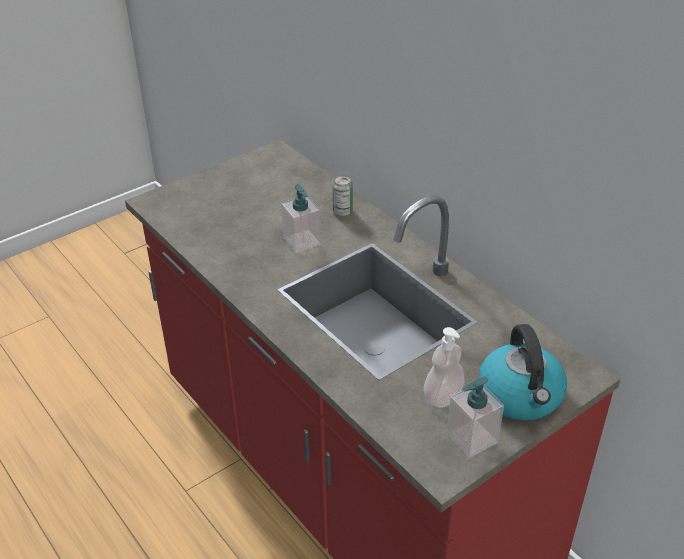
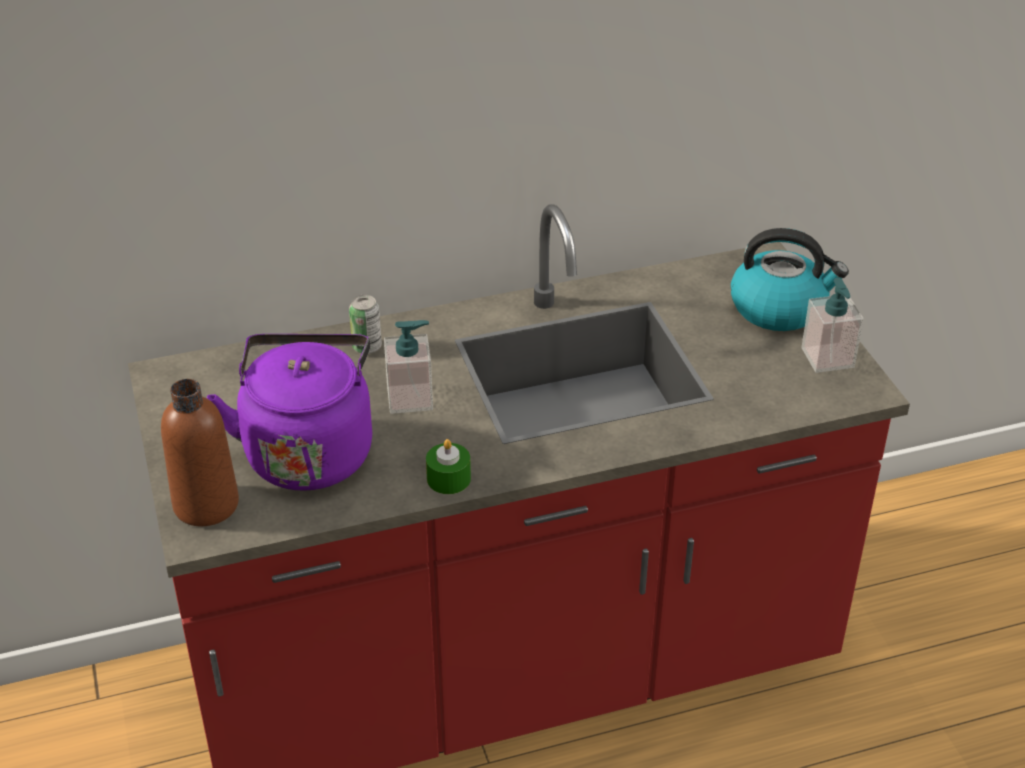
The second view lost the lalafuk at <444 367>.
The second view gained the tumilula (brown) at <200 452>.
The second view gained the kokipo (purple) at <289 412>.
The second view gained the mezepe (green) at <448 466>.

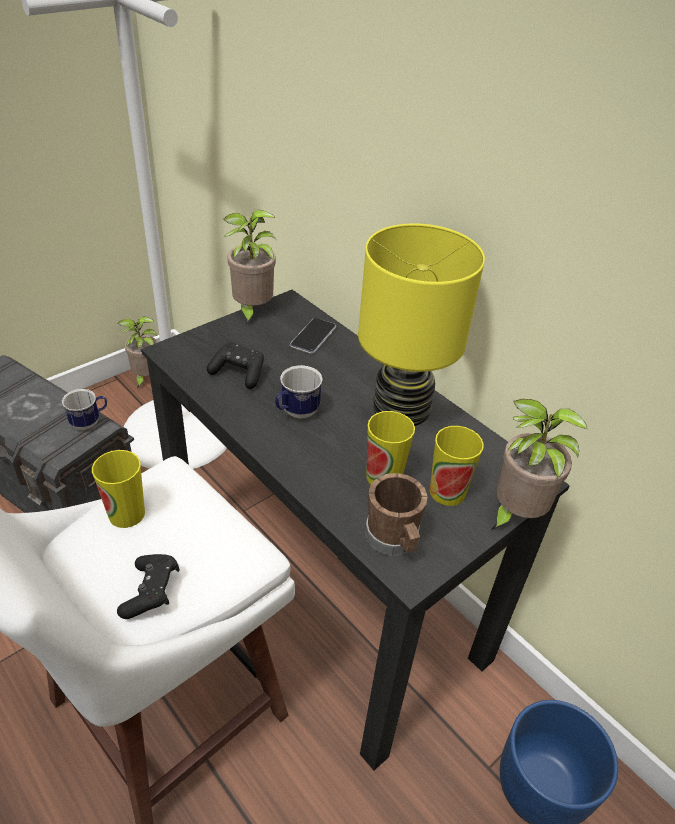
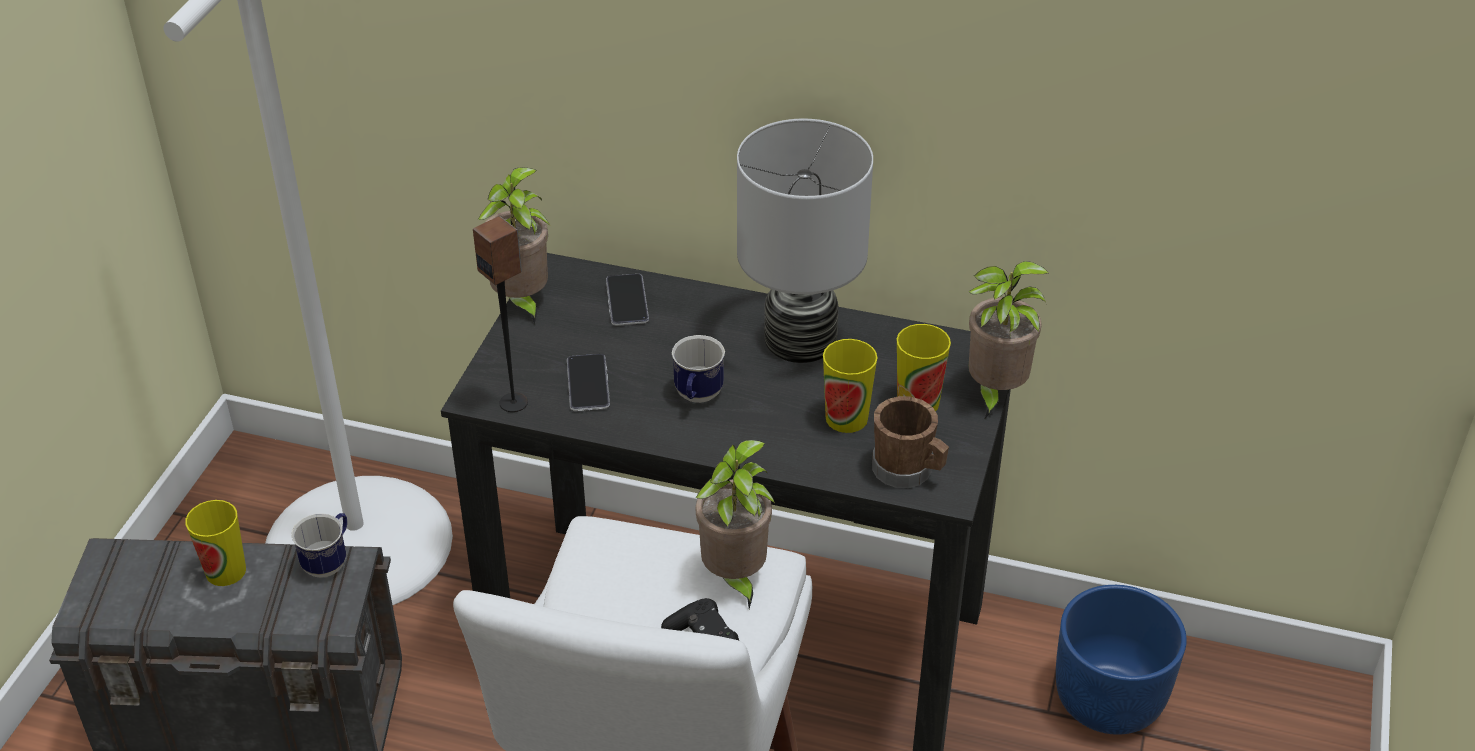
The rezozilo ended up elsewhere, having gone from <118 489> to <215 543>.
The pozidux ended up elsewhere, having gone from <137 353> to <735 524>.
Where the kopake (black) stood at <235 365>, the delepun came to stand at <588 382>.
What was the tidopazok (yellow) at <421 324> turned into the tidopazok (grey) at <805 241>.
The second view gained the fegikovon at <500 314>.

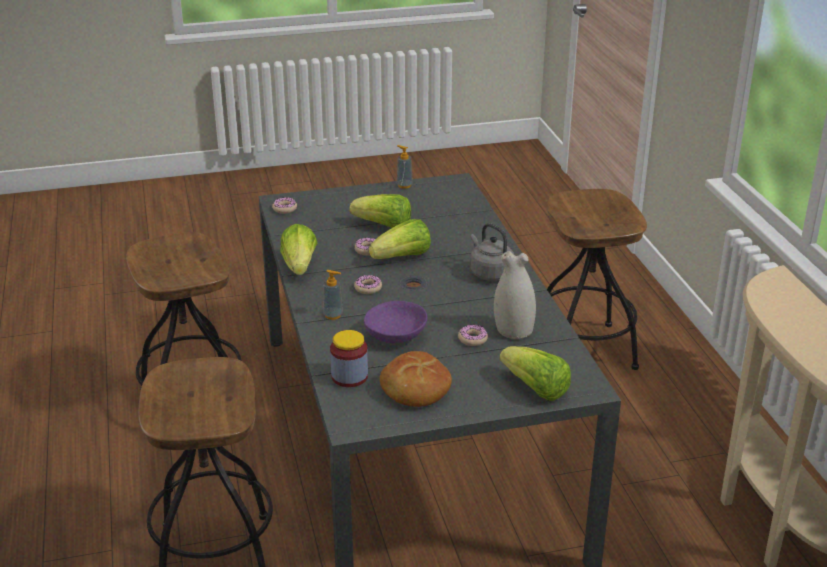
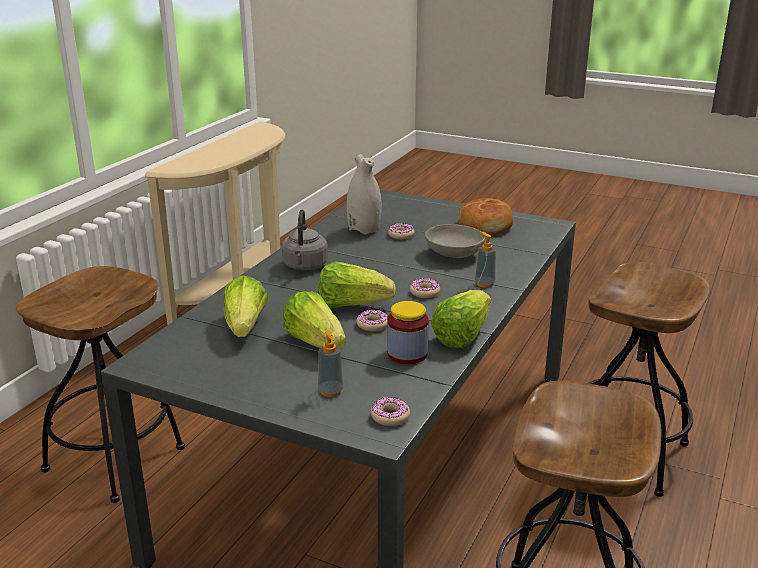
The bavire ended up elsewhere, having gone from <349 358> to <408 332>.
What was the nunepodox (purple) at <395 322> turned into the nunepodox (grey) at <455 241>.
The lalafuk ended up elsewhere, having gone from <405 167> to <331 363>.
The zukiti ended up elsewhere, having gone from <535 373> to <245 306>.

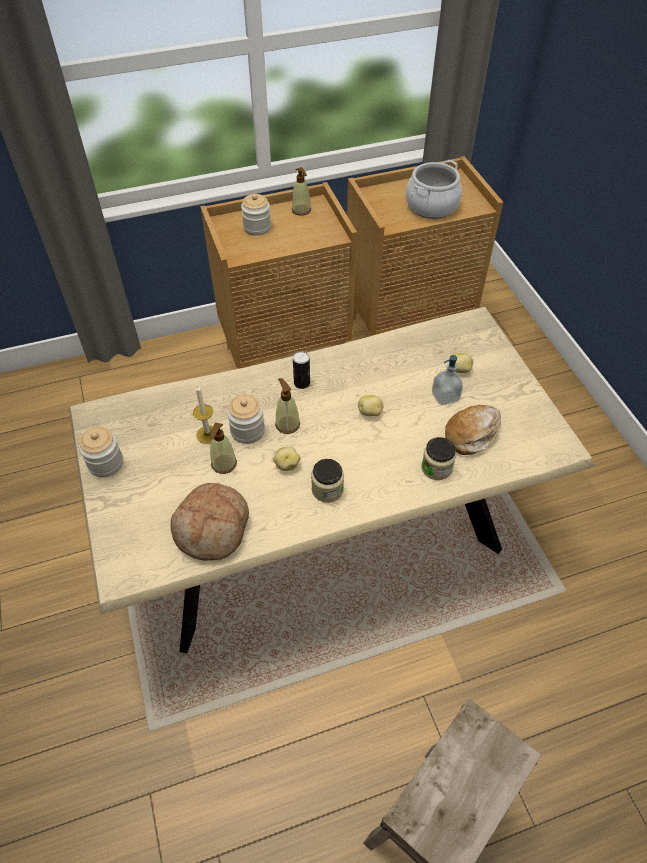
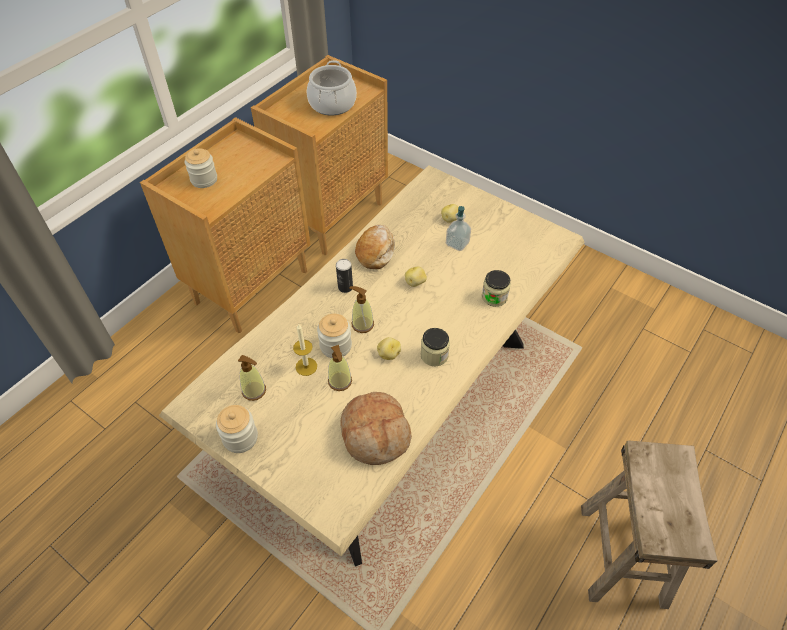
The lalafuk ended up elsewhere, having gone from <301 191> to <252 378>.
The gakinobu ended up elsewhere, having gone from <473 430> to <375 247>.

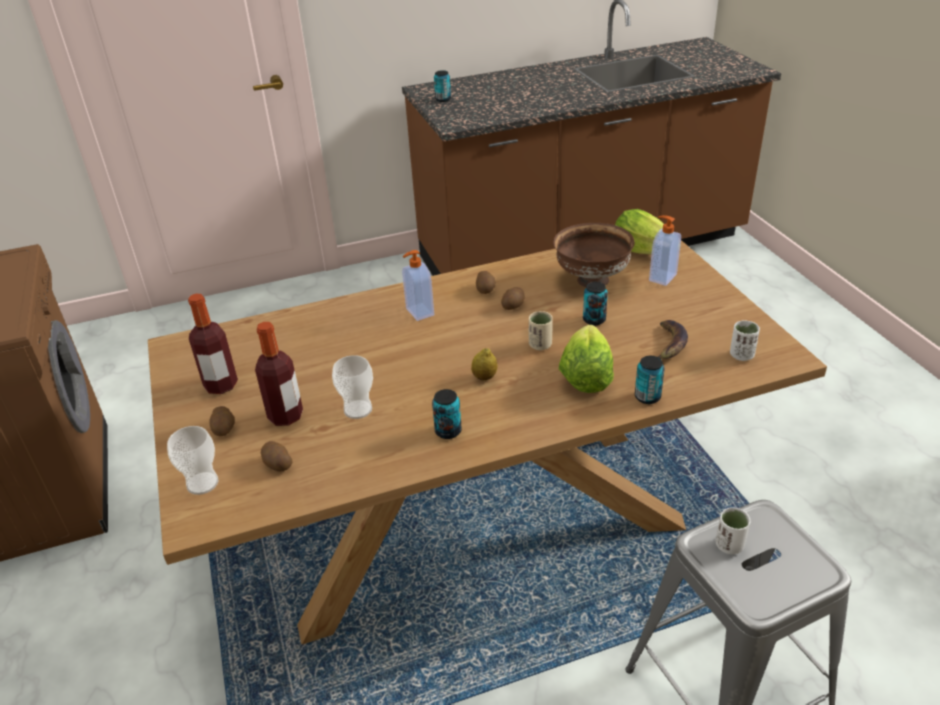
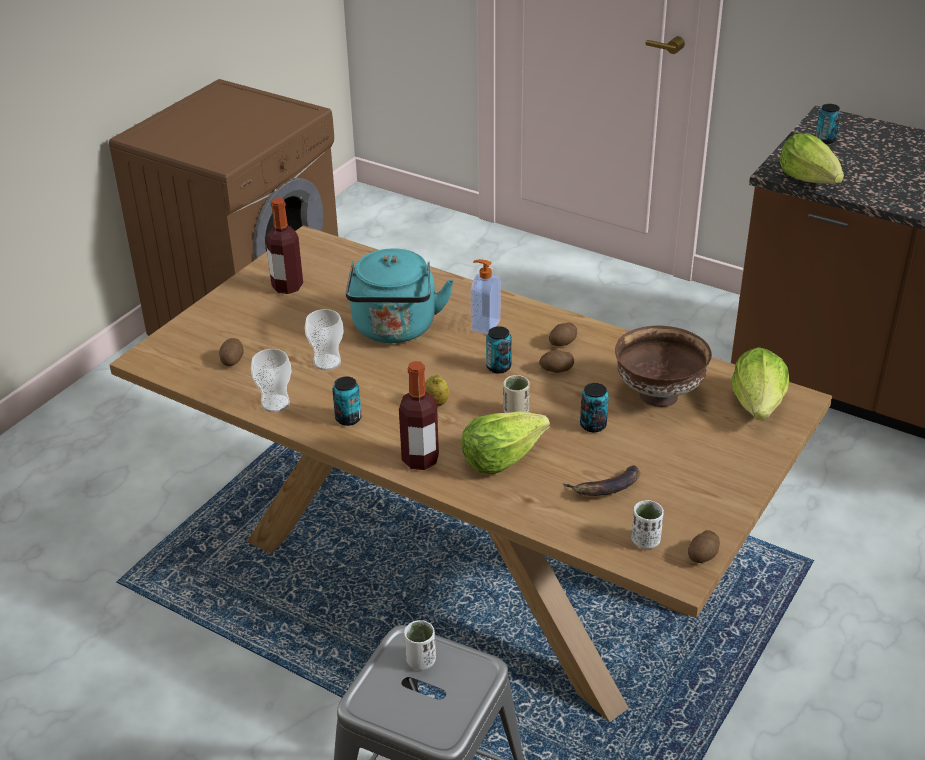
The rezozilo ended up elsewhere, having gone from <192 460> to <271 380>.
The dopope ended up elsewhere, having gone from <222 421> to <704 546>.
The tumilula ended up elsewhere, having gone from <279 374> to <419 415>.
The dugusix ended up elsewhere, having gone from <650 380> to <499 349>.
The second view lost the lalafuk at <665 250>.
The second view gained the kokipo (turquoise) at <400 295>.
The second view gained the zukiti at <811 159>.

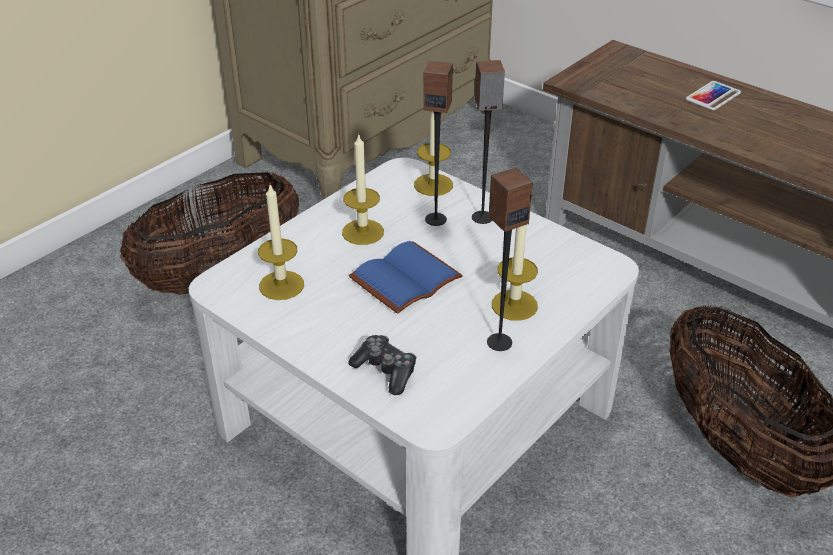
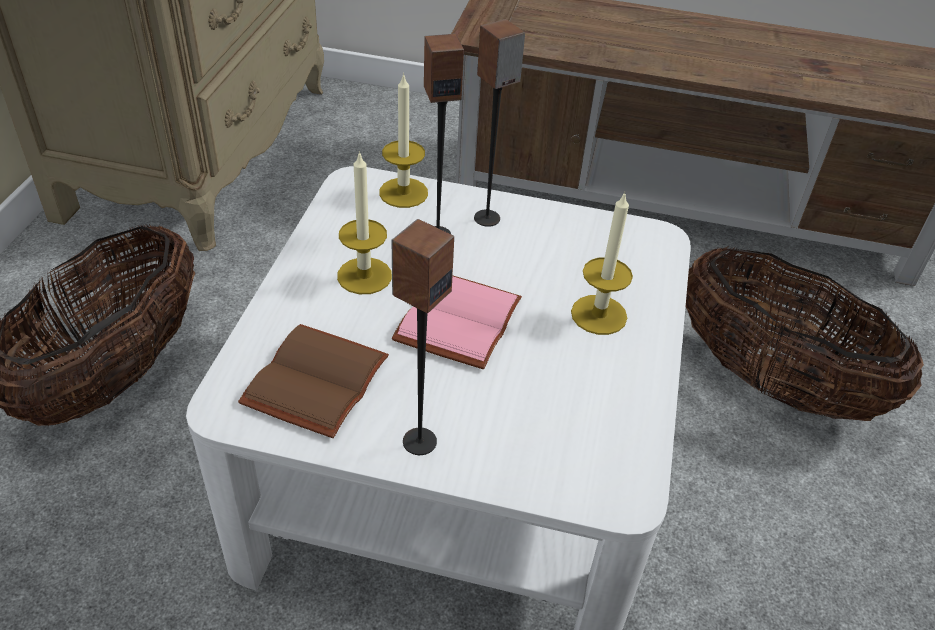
Where the mezepe stood at <281 242>, the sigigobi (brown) came to stand at <313 381>.
What was the sigigobi (blue) at <406 277> turned into the sigigobi (pink) at <457 322>.
The second view lost the kopake at <382 365>.
The fegikovon ended up elsewhere, having gone from <510 259> to <423 337>.
The second view lost the delepun at <713 96>.

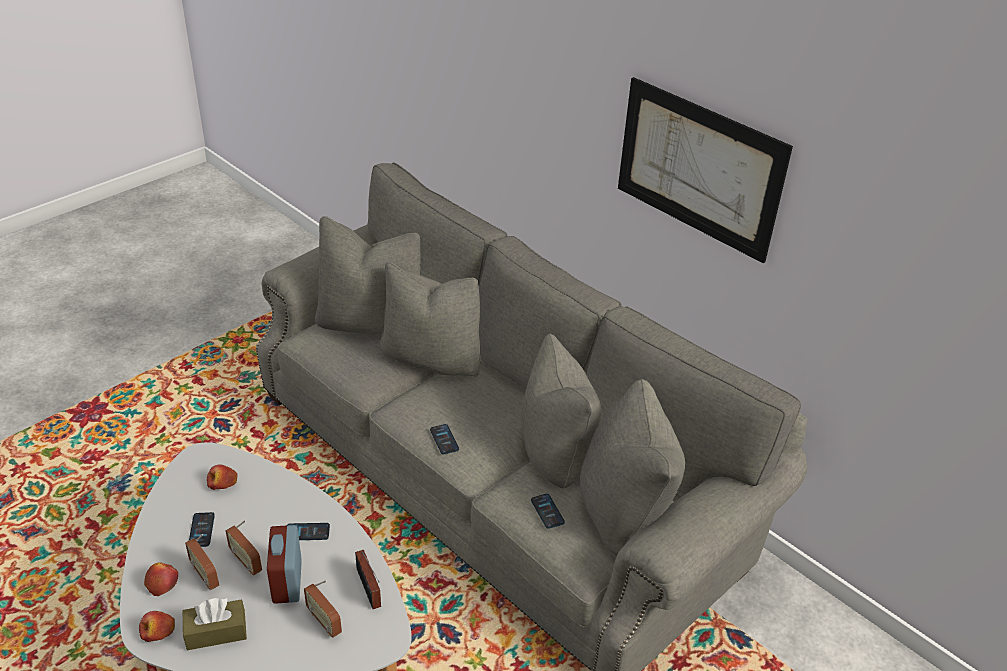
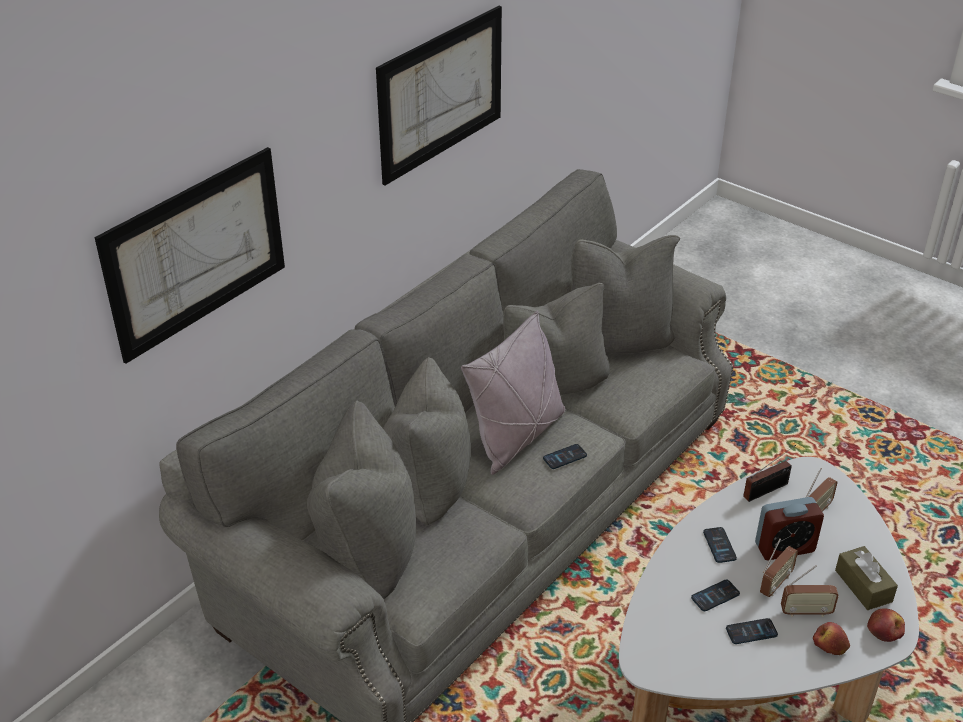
The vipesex at <202 562> ended up facing another way, 45 degrees clockwise from before.
The second view lost the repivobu at <222 477>.
The delepun ended up elsewhere, having gone from <548 511> to <715 595>.
The second view gained the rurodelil at <189 255>.
The second view gained the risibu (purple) at <513 393>.

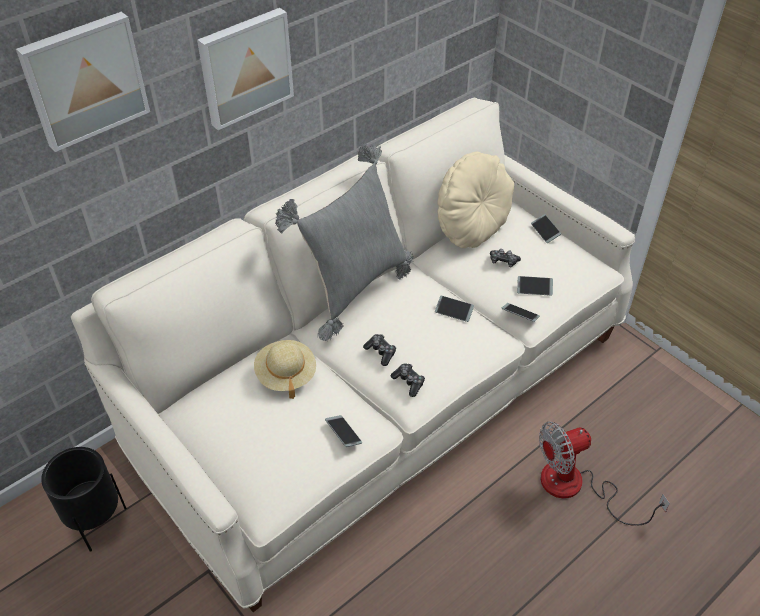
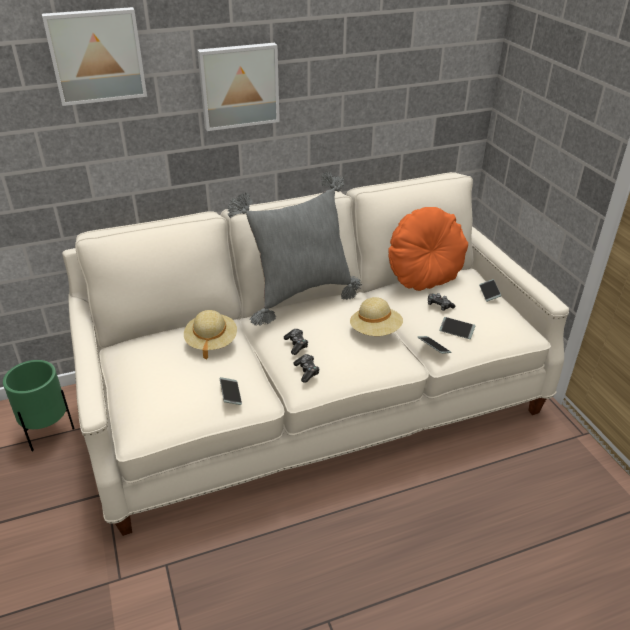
What was the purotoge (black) at <84 499> turned into the purotoge (green) at <38 406>.
Where the delepun stood at <454 309>, the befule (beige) came to stand at <376 316>.
What was the risibu (beige) at <475 200> turned into the risibu (orange) at <428 249>.
The second view lost the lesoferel at <604 473>.

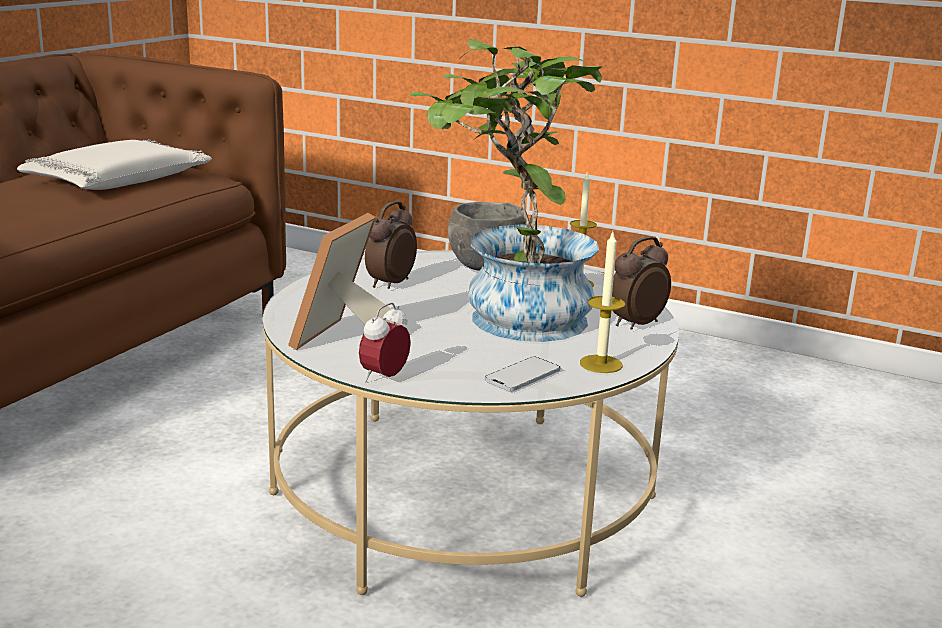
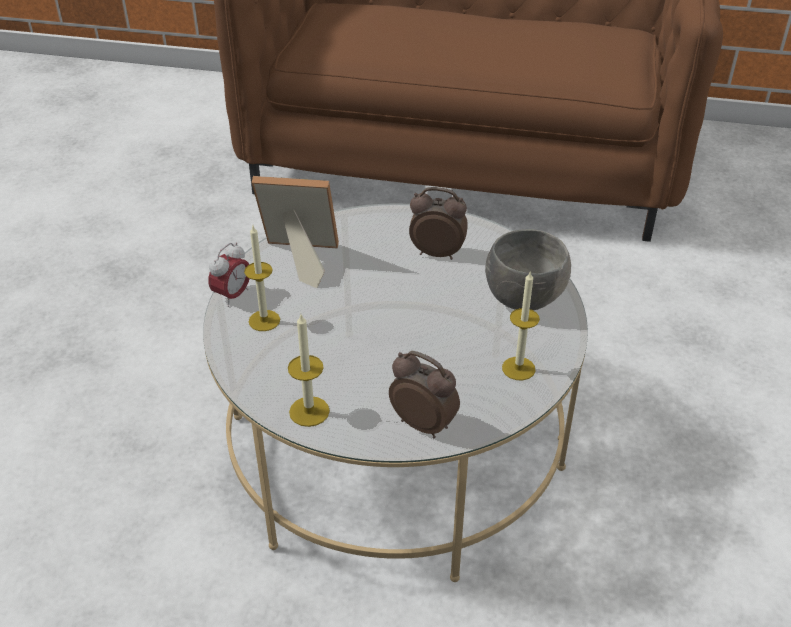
The second view lost the risibu (white) at <114 164>.
The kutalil at <385 343> ended up facing another way, 105 degrees clockwise from before.
The second view lost the pozidux at <506 190>.
The second view lost the delepun at <522 373>.
The second view gained the mezepe at <262 278>.

